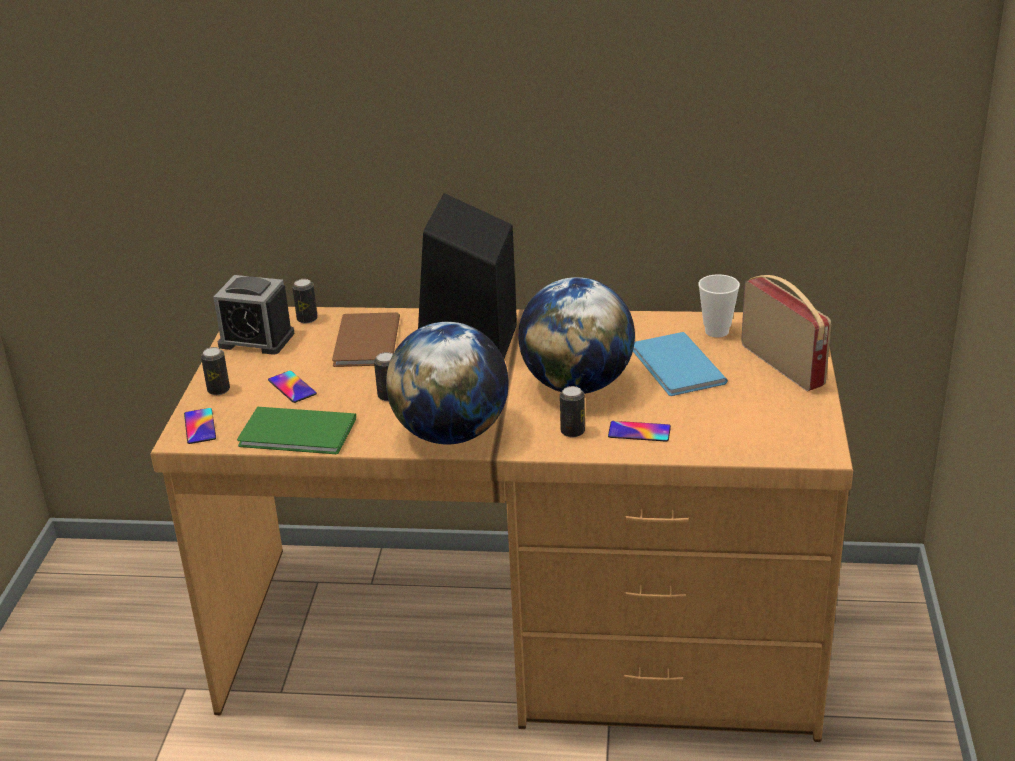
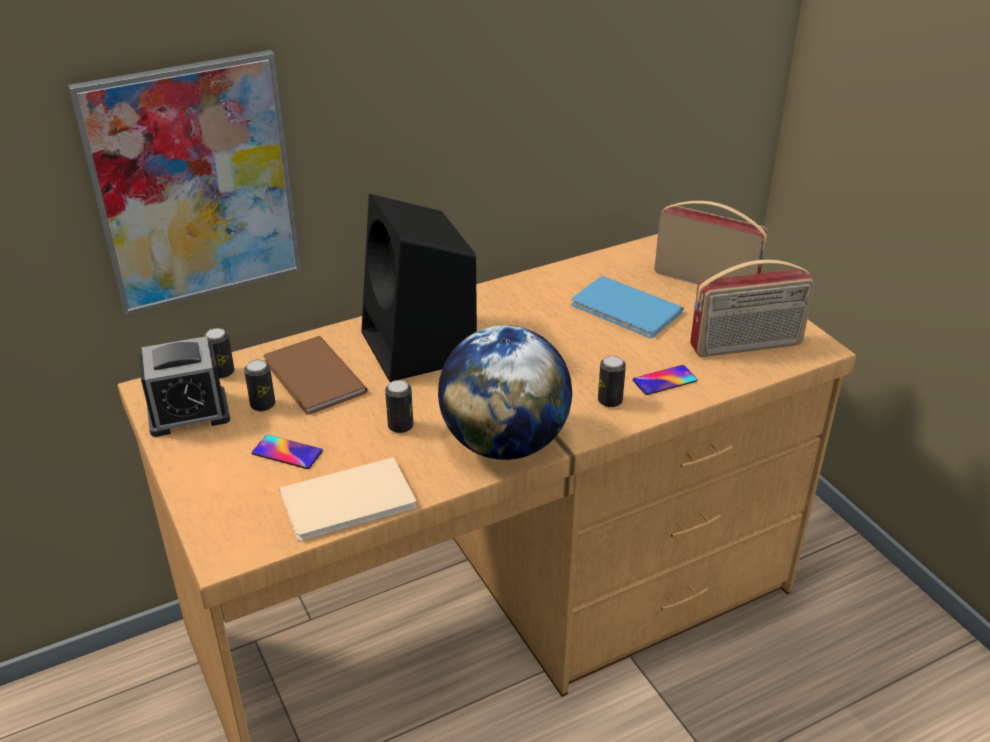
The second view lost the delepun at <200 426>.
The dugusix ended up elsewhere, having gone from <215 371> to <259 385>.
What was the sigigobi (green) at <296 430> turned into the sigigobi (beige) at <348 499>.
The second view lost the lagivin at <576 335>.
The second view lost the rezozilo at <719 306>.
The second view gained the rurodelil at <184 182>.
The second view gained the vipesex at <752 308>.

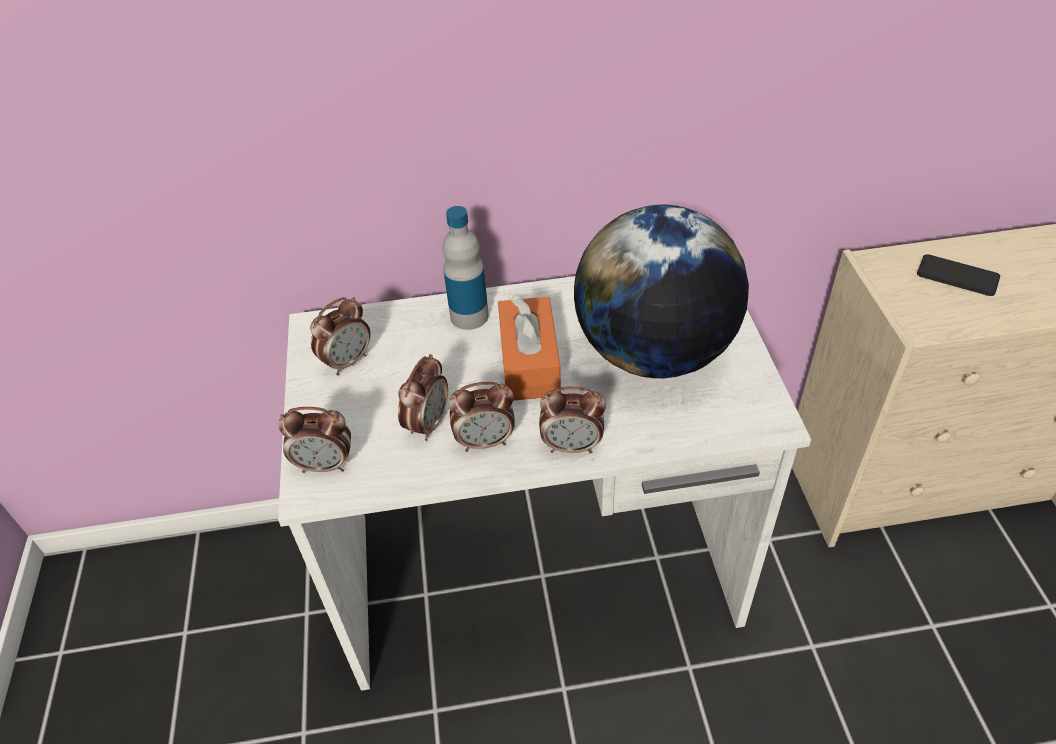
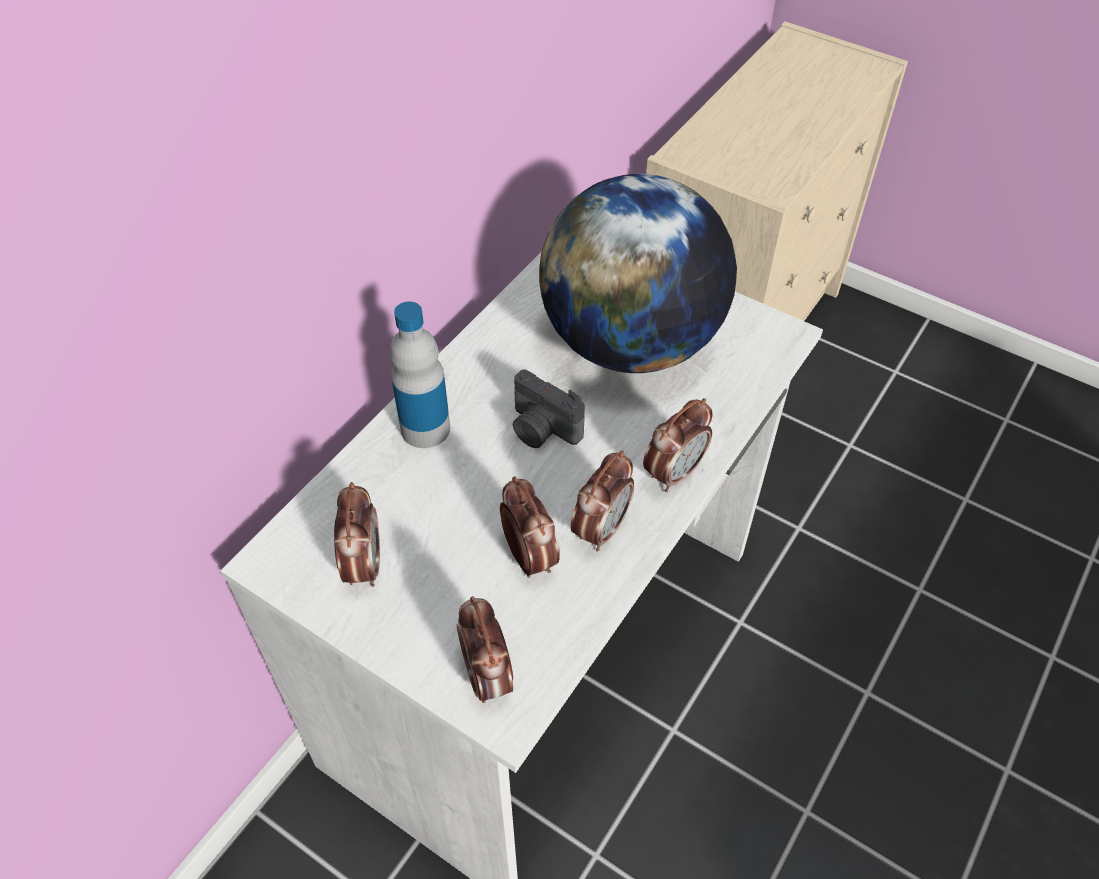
The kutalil at <315 440> ended up facing another way, 120 degrees clockwise from before.
Where the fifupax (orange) stood at <529 348>, the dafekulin came to stand at <549 409>.
The second view lost the delepun at <958 275>.

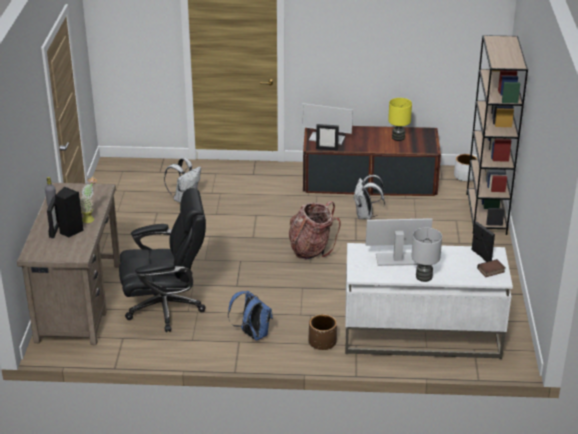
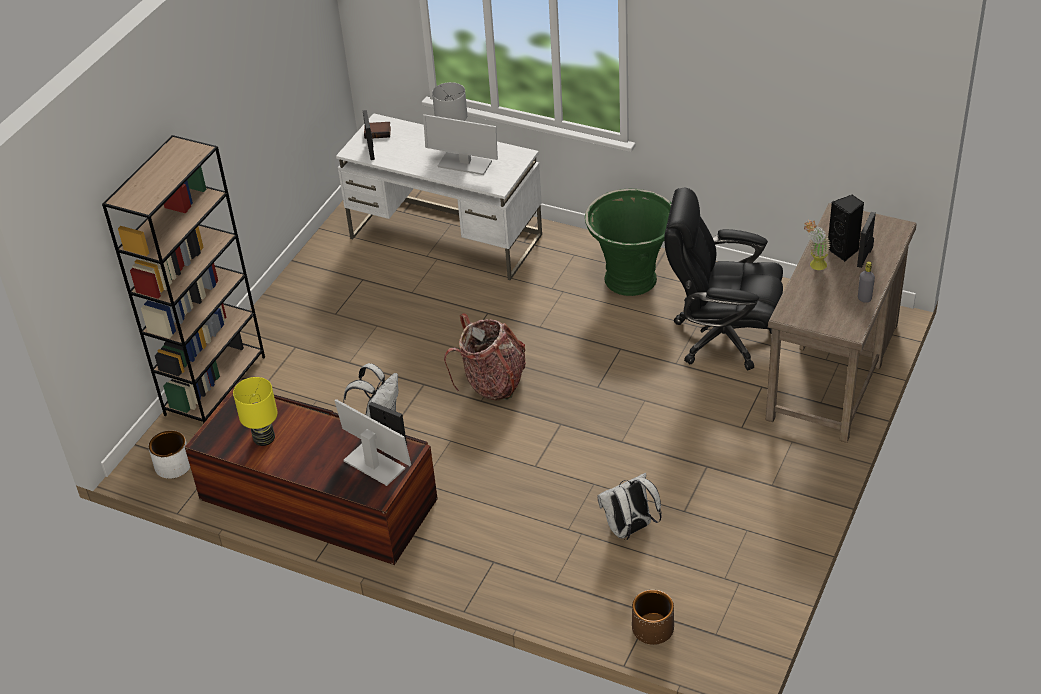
Where the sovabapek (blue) stood at <250 315>, the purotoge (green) came to stand at <628 242>.
The purotoge (brown) ended up elsewhere, having gone from <323 332> to <653 617>.

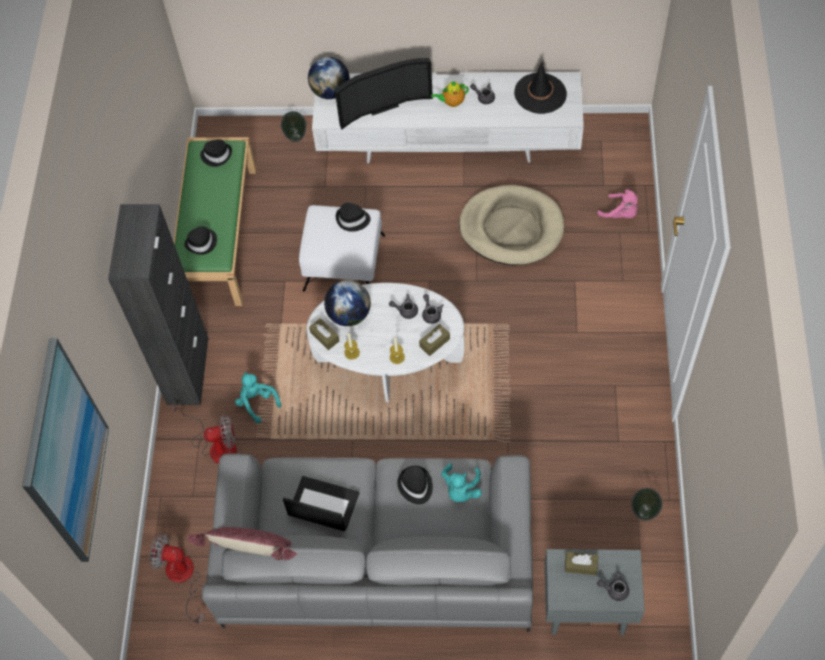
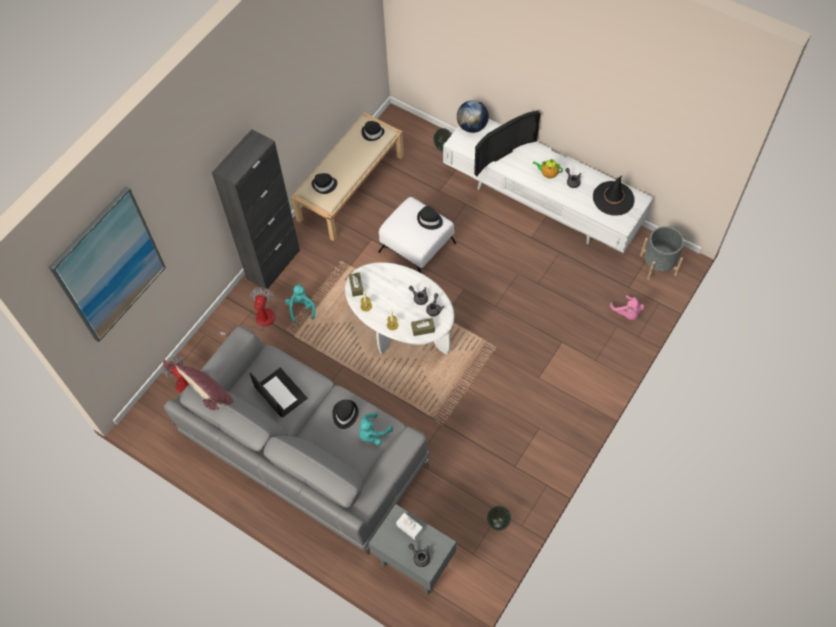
What was the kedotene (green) at <214 221> turned into the kedotene (beige) at <347 177>.
The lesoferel at <205 434> ended up facing another way, 105 degrees counterclockwise from before.
The second view lost the lagivin at <347 303>.
The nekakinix at <384 93> ended up facing another way, 45 degrees counterclockwise from before.
The second view lost the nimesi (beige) at <511 225>.
What was the fifupax (brown) at <581 563> turned into the fifupax (white) at <409 526>.
The second view gained the purotoge (grey) at <662 253>.

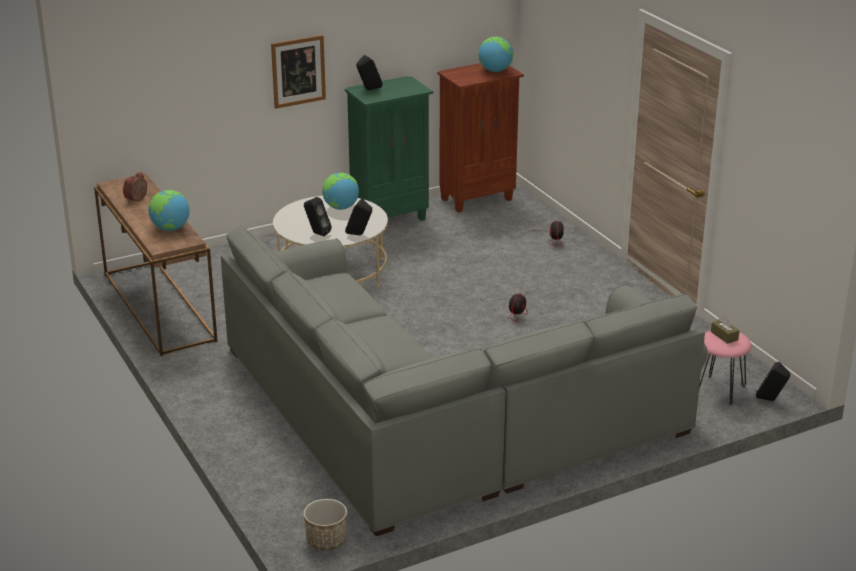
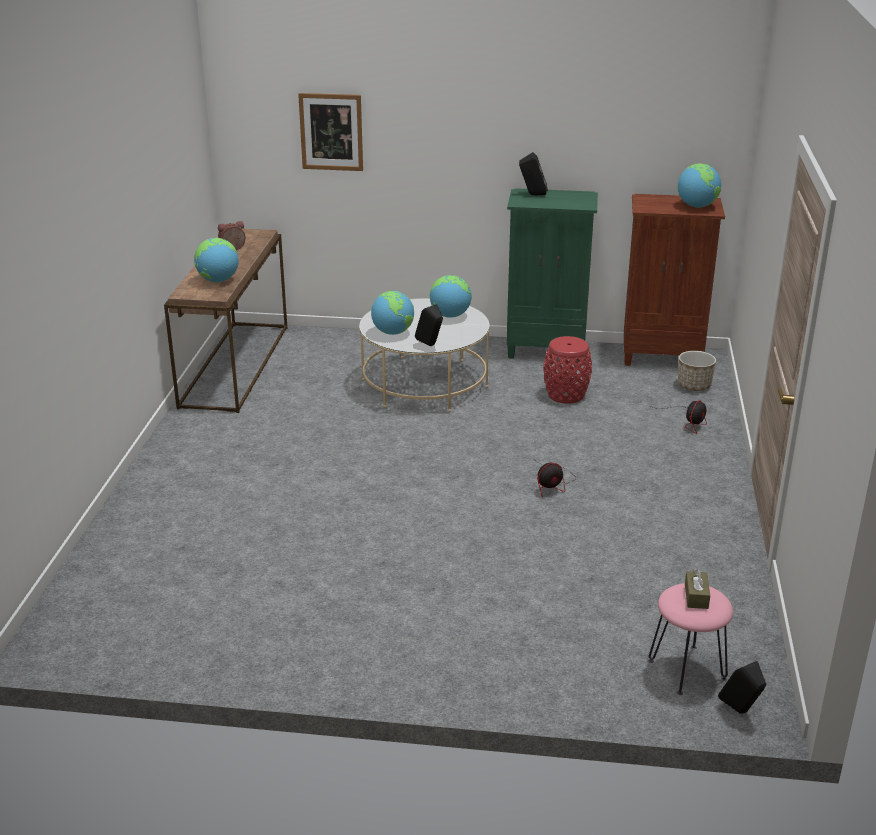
The second view lost the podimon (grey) at <464 381>.
The rurodelil ended up elsewhere, having gone from <298 72> to <330 132>.
The purotoge ended up elsewhere, having gone from <325 524> to <697 371>.
Where the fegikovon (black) stood at <318 216>, the lagivin came to stand at <392 313>.
The second view gained the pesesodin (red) at <567 370>.

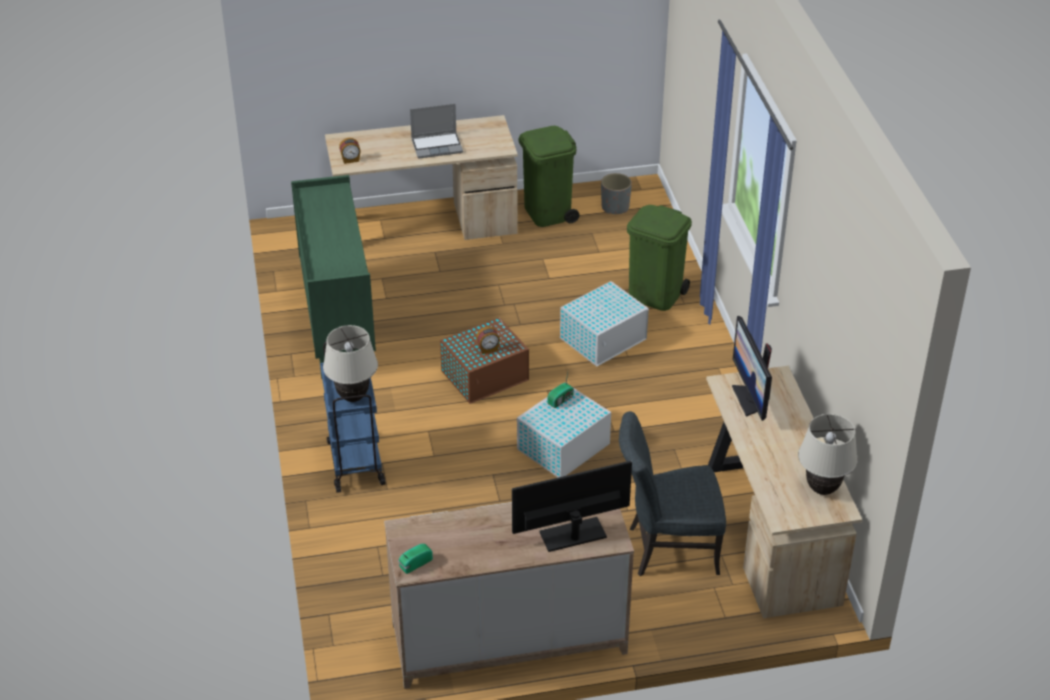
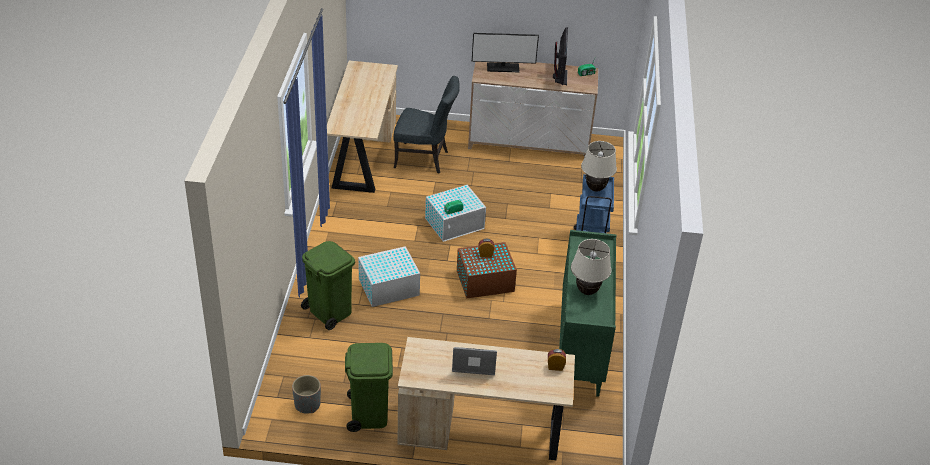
The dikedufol ended up elsewhere, having gone from <752 368> to <560 56>.
The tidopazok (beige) ended up elsewhere, having gone from <828 454> to <591 267>.

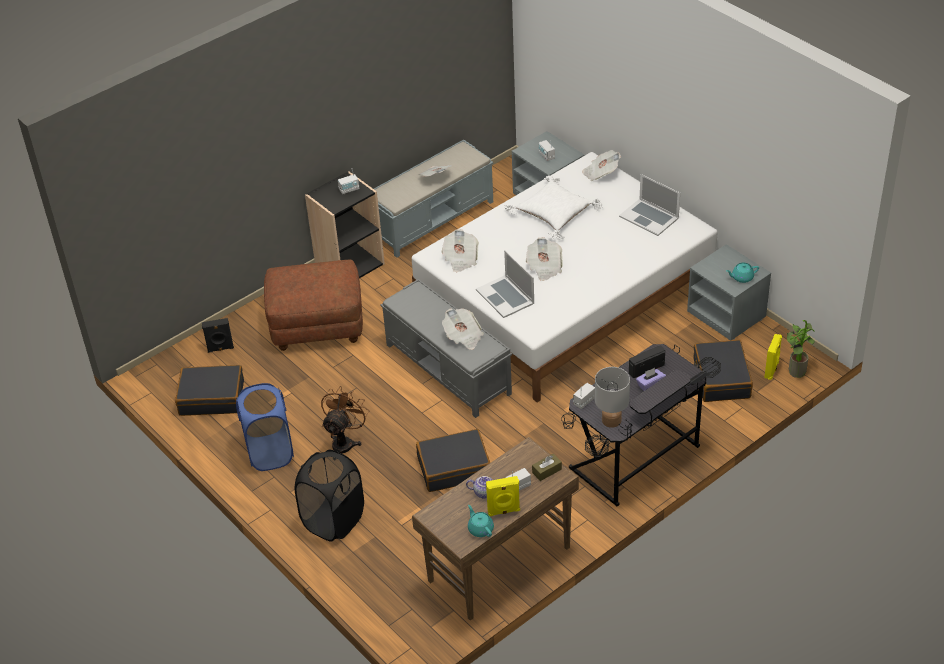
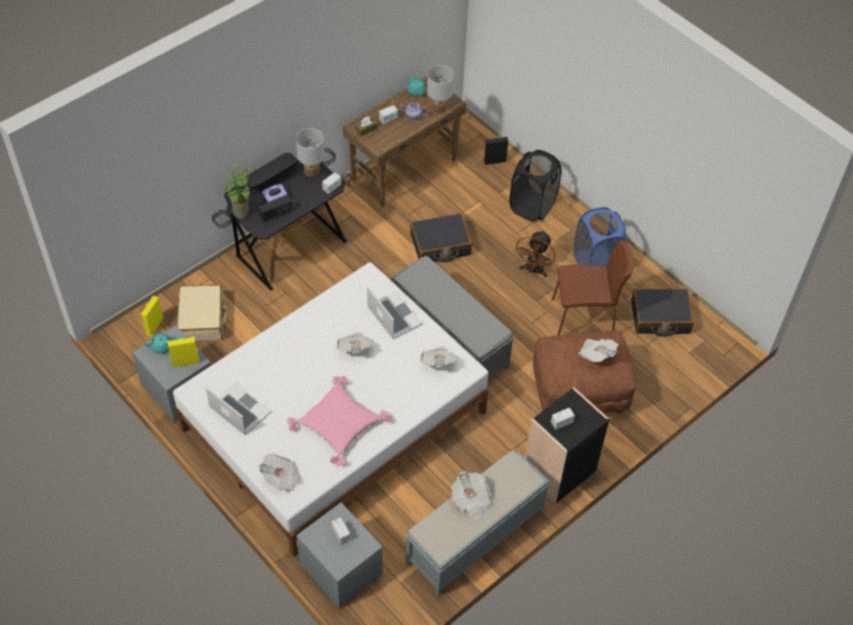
The fegikovon (black) ended up elsewhere, having gone from <218 335> to <496 151>.
The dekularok ended up elsewhere, having gone from <463 329> to <598 350>.
The fegikovon (yellow) ended up elsewhere, having gone from <503 496> to <183 352>.
What was the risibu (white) at <554 207> turned into the risibu (pink) at <340 421>.
What was the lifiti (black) at <723 371> turned into the lifiti (beige) at <201 312>.
The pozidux ended up elsewhere, having gone from <801 349> to <239 191>.
The second view gained the tidopazok (grey) at <440 89>.
The second view gained the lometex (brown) at <592 287>.

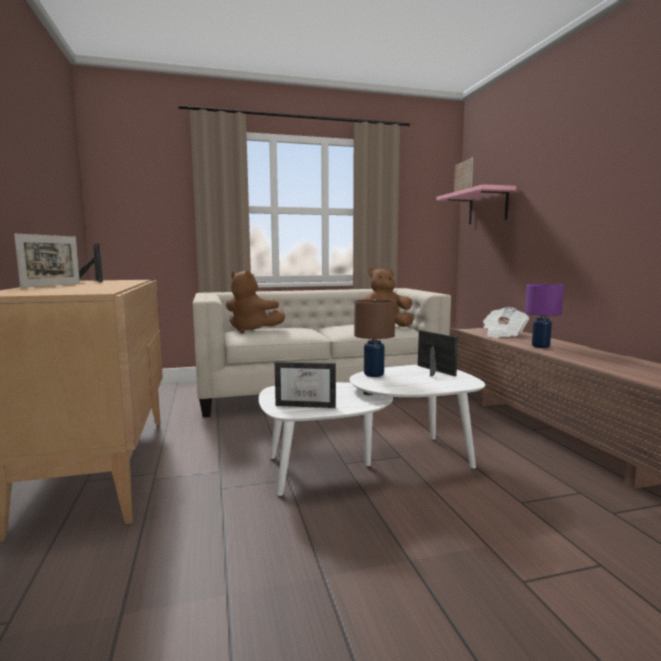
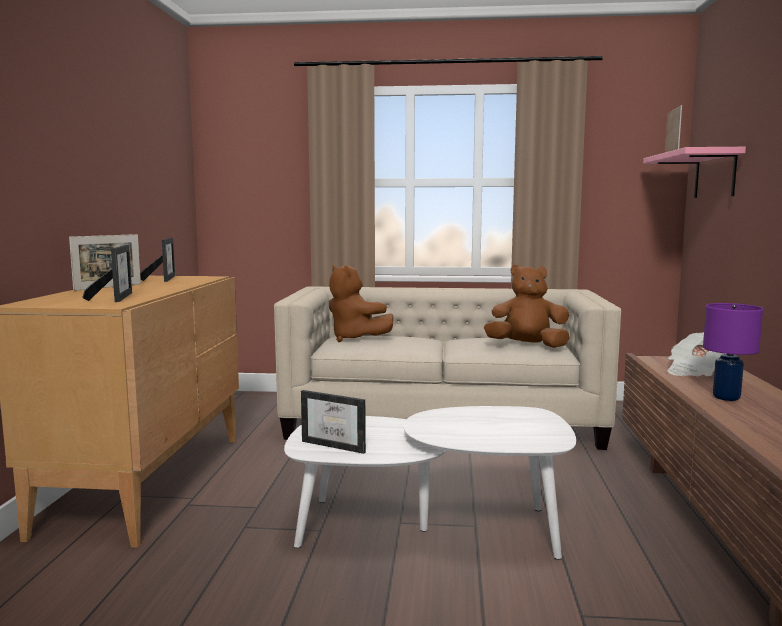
The second view lost the tidopazok (brown) at <374 338>.
The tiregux ended up elsewhere, having gone from <438 353> to <107 273>.

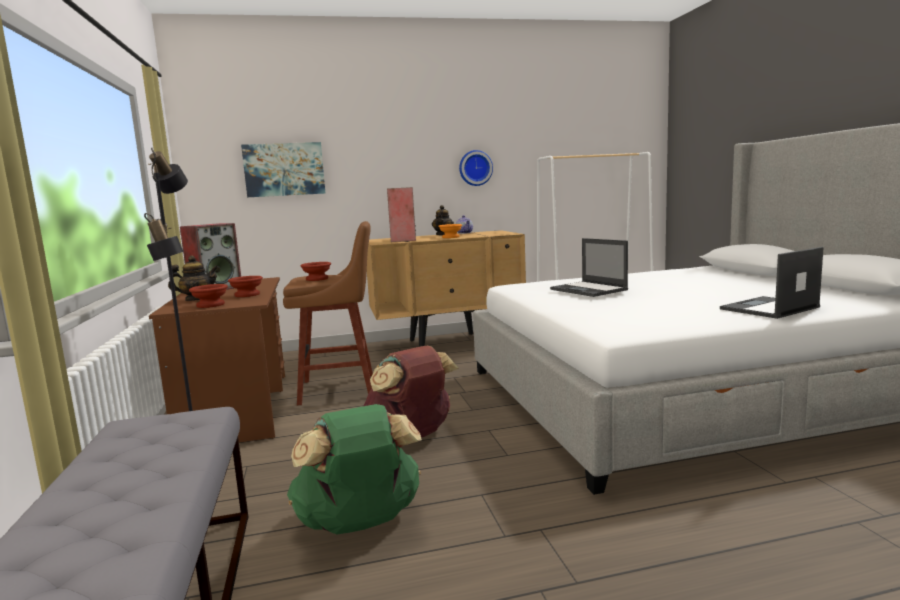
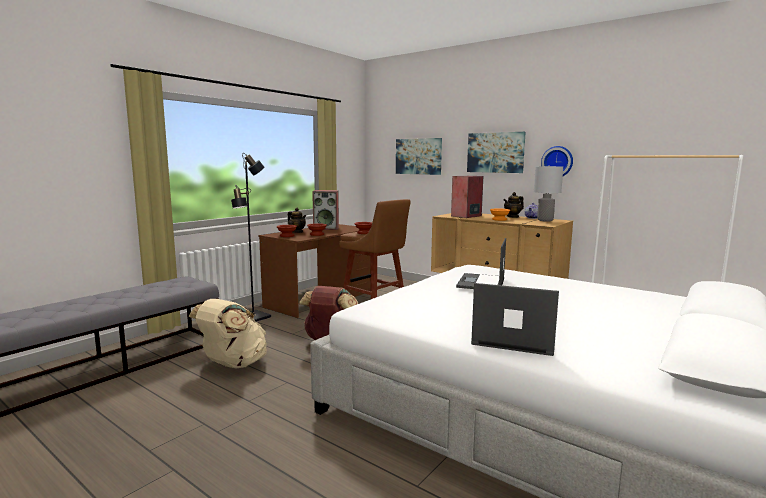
What was the sovabapek (green) at <354 469> turned into the sovabapek (beige) at <227 334>.
The second view gained the rurodelil at <496 152>.
The second view gained the tidopazok (grey) at <548 194>.

